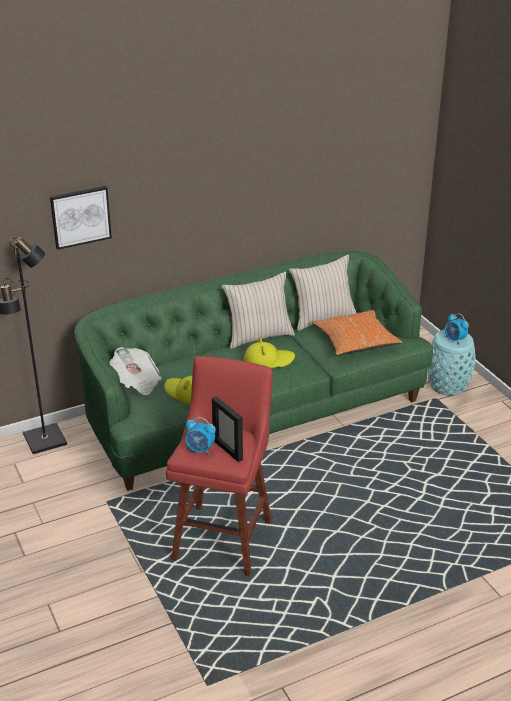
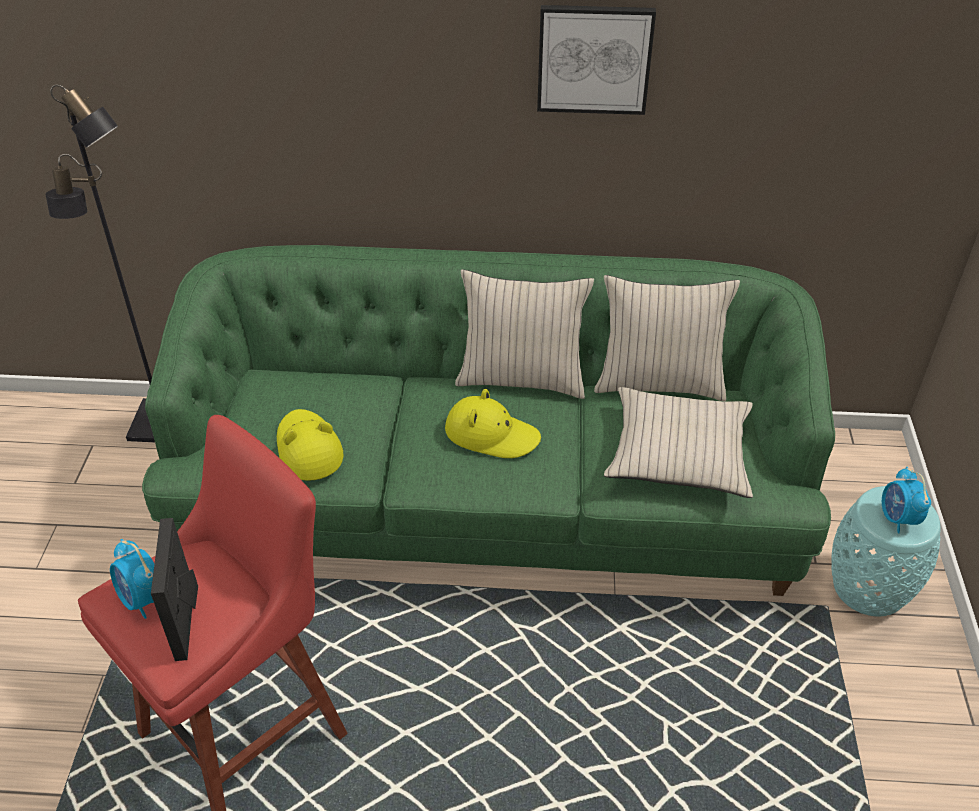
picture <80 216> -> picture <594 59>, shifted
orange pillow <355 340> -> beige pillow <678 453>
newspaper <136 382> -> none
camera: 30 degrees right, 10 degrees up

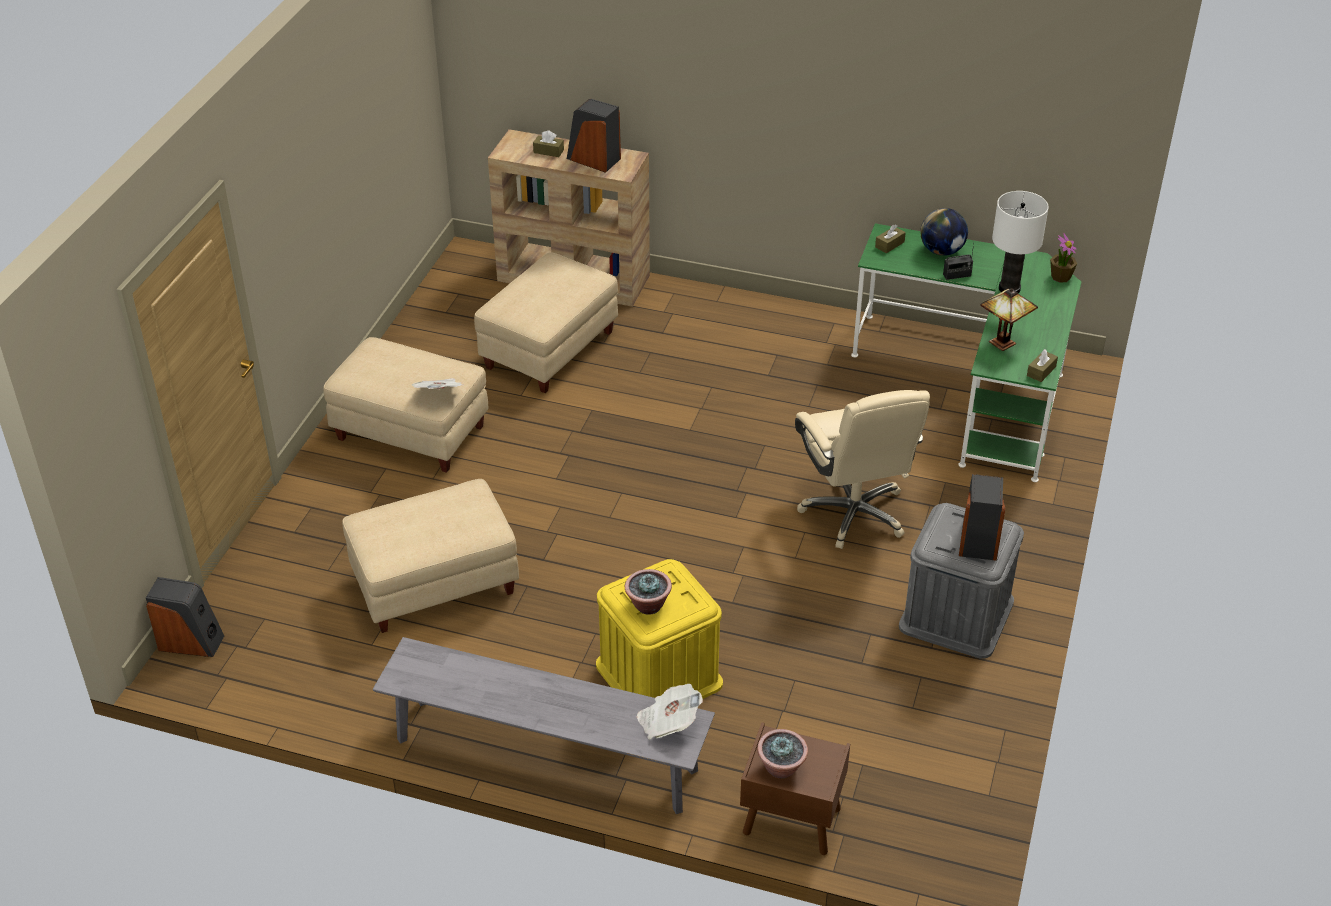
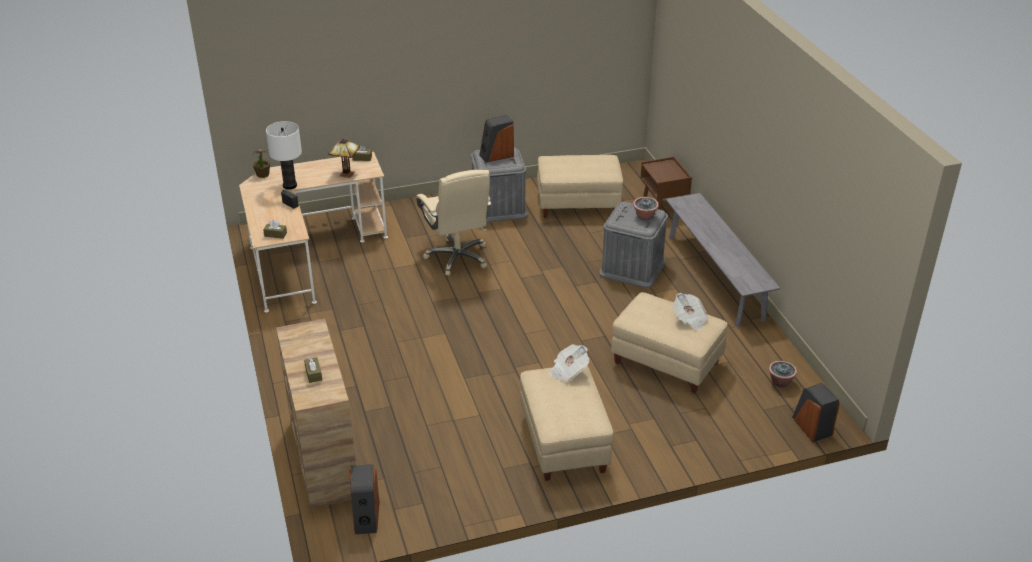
green desk <975 384> -> beige desk <307 254>
speaker <593 159> -> speaker <366 517>, shifted
beige office chair <853 511> -> beige office chair <457 256>, 120 degrees clockwise
beige ottoman <550 350> -> beige ottoman <578 204>, shifted
yellow storage box <659 674> -> grey storage box <632 268>
newspaper <668 722> -> newspaper <689 319>, shifted
potted plant <781 768> -> potted plant <780 382>, shifted
globe <942 251> -> none
camera: 125 degrees left, 5 degrees down

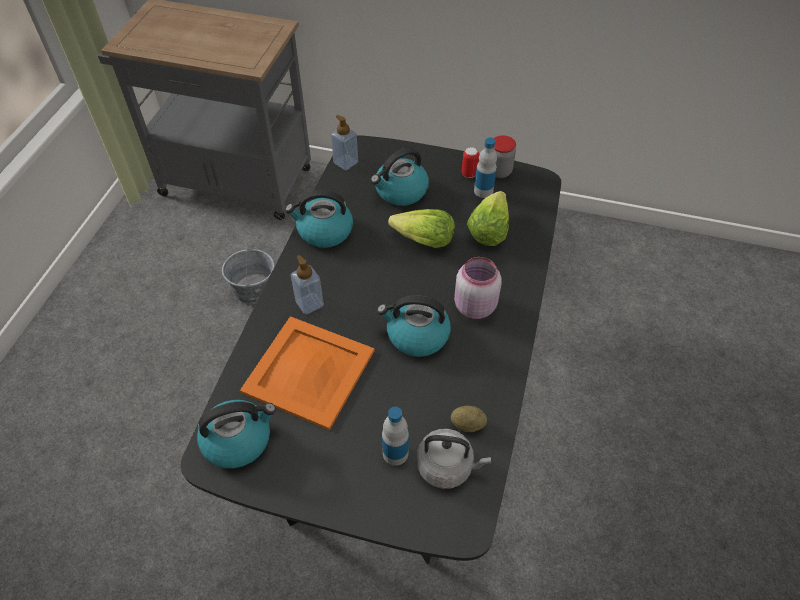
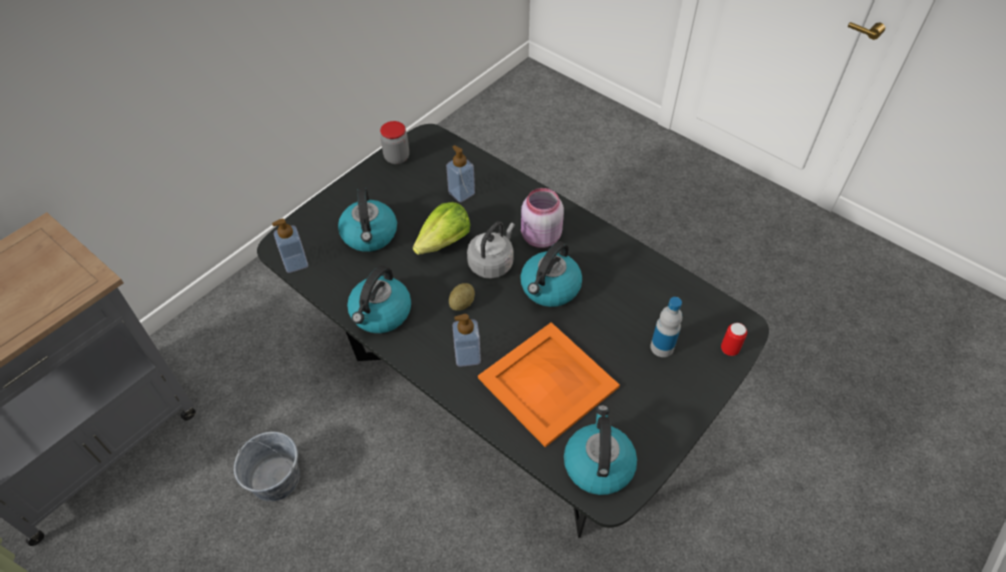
lettuce <488 230> -> soap dispenser <461 193>
potato <467 424> -> potato <462 303>, shifted
grey kettle <447 467> -> grey kettle <492 263>, shifted
can <469 174> -> can <729 349>, shifted
bottle <483 191> -> none
camera: 65 degrees left, 0 degrees up

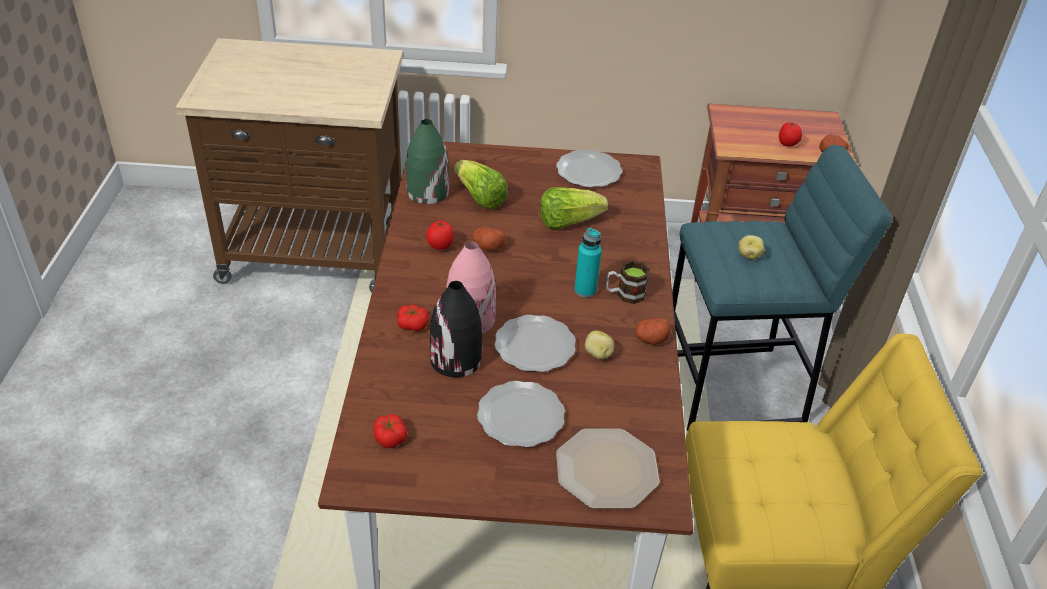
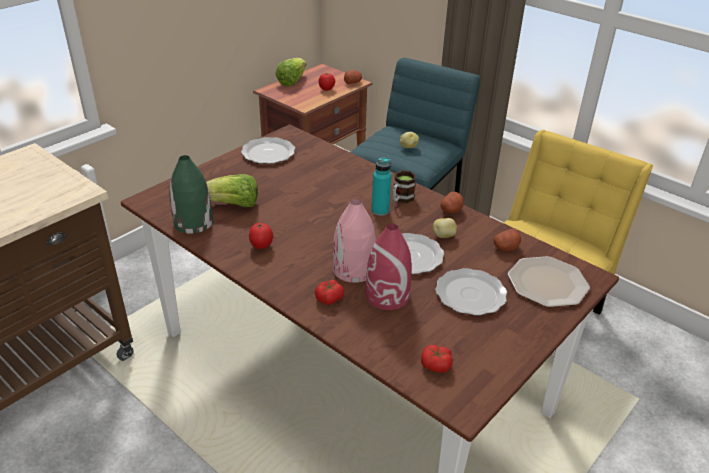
lettuce <568 221> -> lettuce <292 81>, shifted
black vase <456 360> -> red vase <388 296>
potato <488 246> -> potato <506 248>, shifted
camera: 50 degrees left, 5 degrees down

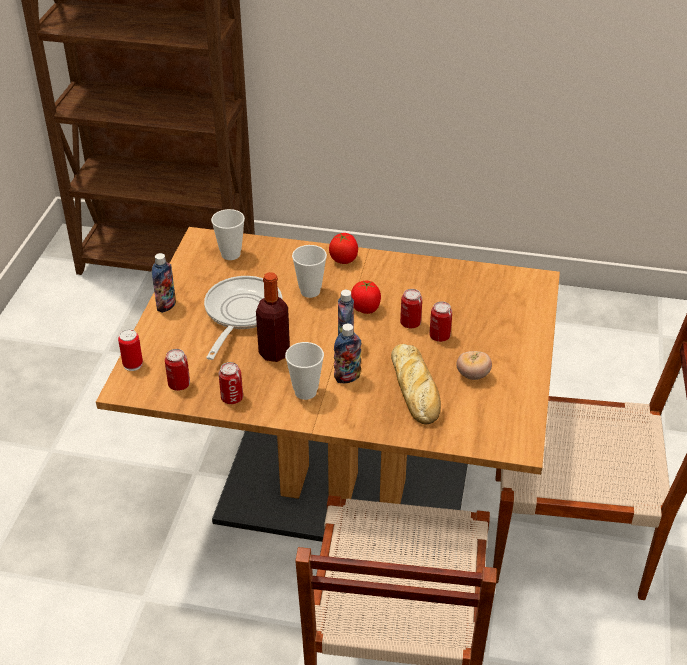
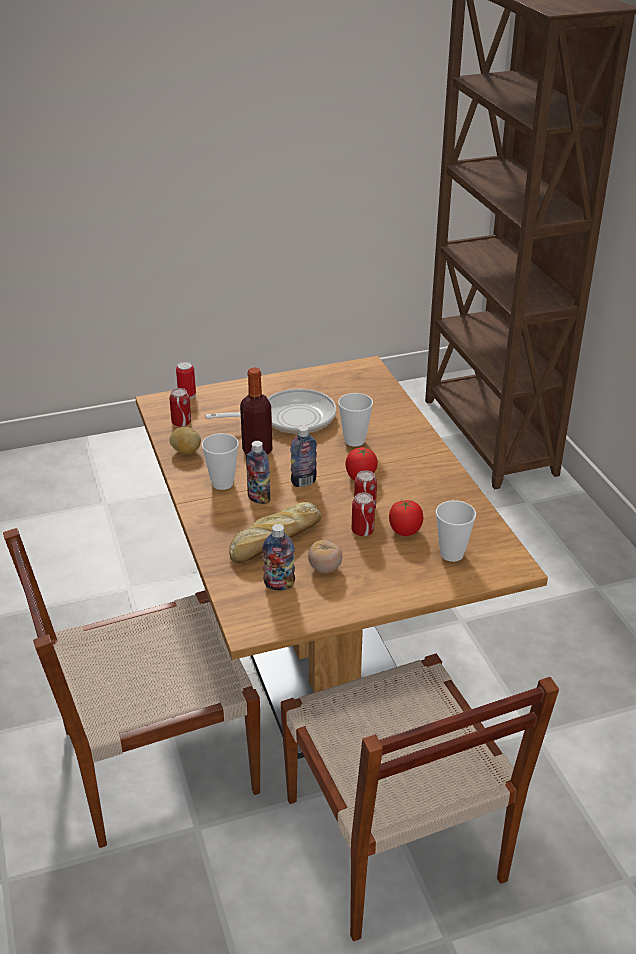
can <232 398> -> potato <185 451>
bottle <166 305> -> bottle <279 585>, shifted
tomato <343 259> -> tomato <405 531>, shifted
cup <230 254> -> cup <452 554>, shifted
camera: 60 degrees right, 5 degrees down

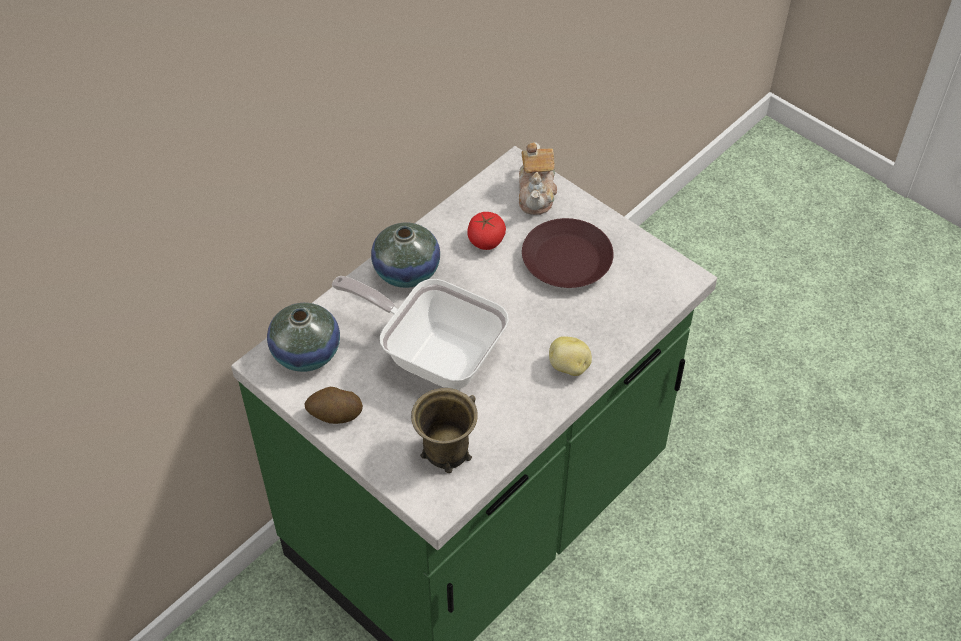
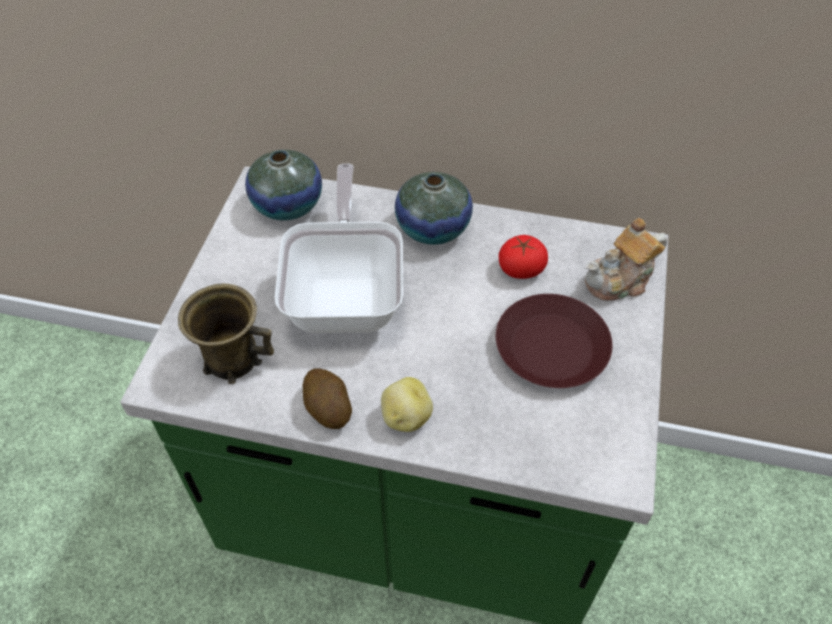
potato <335 415> -> potato <327 408>, shifted
camera: 60 degrees right, 0 degrees up

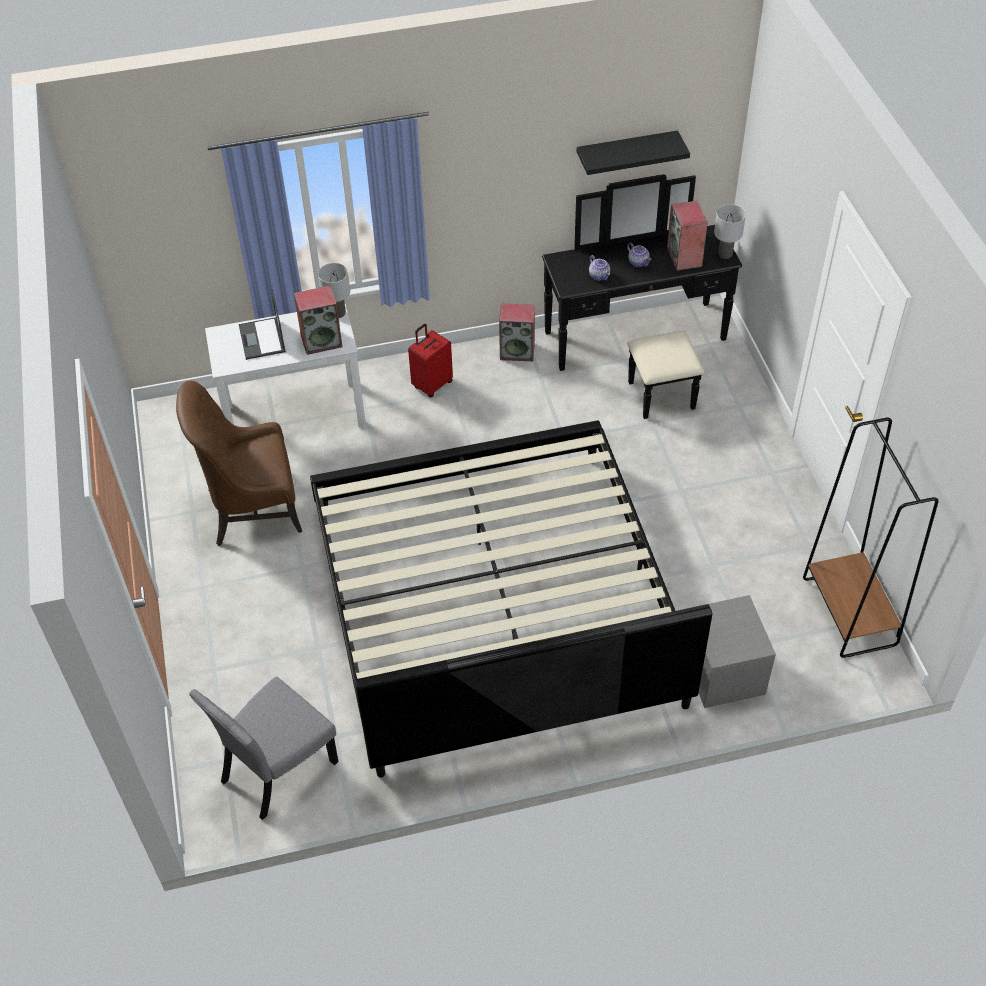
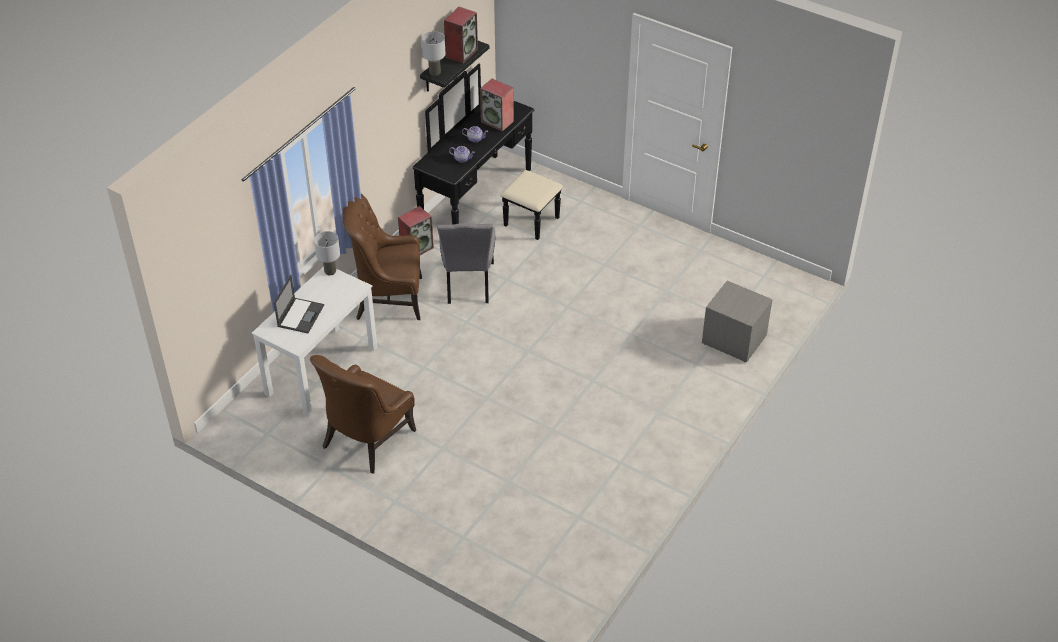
laptop <262 339> -> laptop <300 315>, 105 degrees counterclockwise
red suitcase <432 384> -> brown chair <388 298>
white table lamp <726 255> -> white table lamp <435 73>, shifted
grey chair <279 767> -> grey chair <468 281>, shifted
speaker <322 341> -> speaker <461 53>, shifted
bed <495 605> -> none
clothes rack <849 613> -> none
camera: 45 degrees left, 5 degrees down

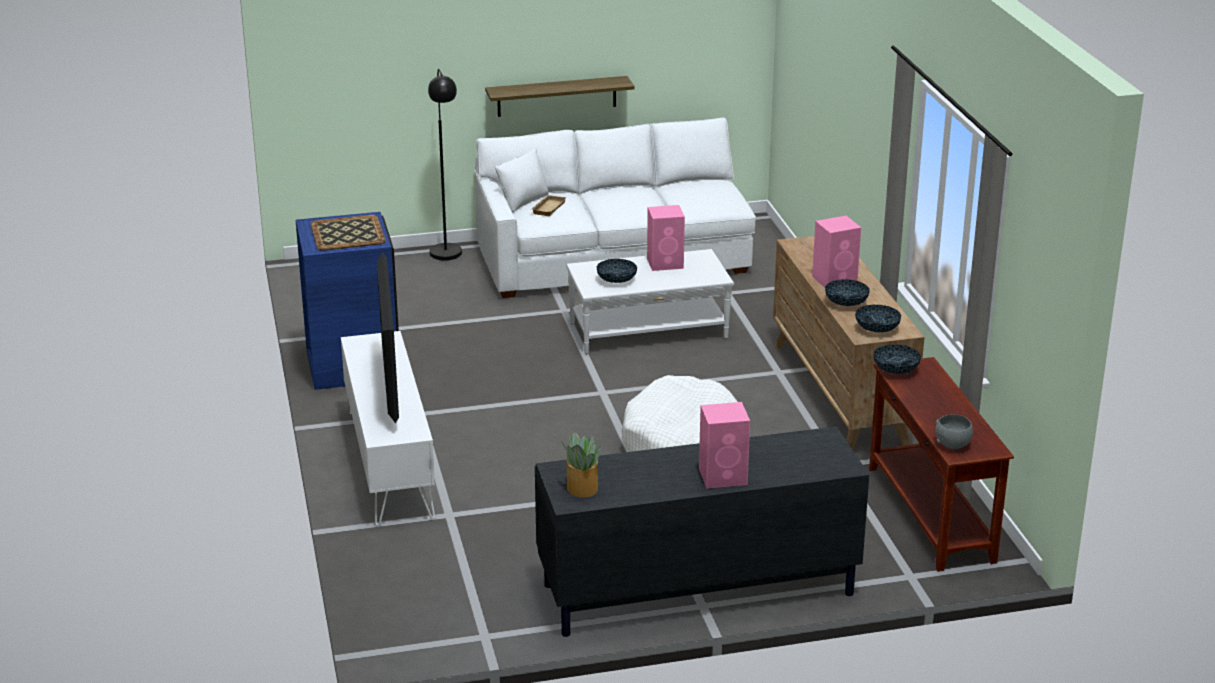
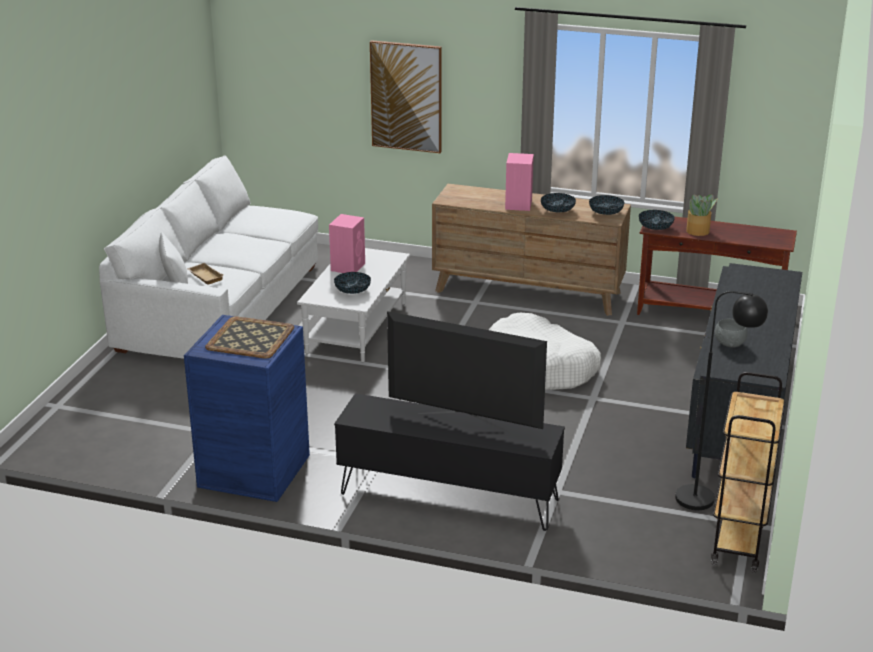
white tv stand <390 463> -> black tv stand <448 497>
none -> picture <406 96>
black floor lamp <447 258> -> black floor lamp <707 501>, shifted
potted plant <582 488> -> potted plant <698 231>, shifted
none -> brown cart <739 546>
grey bowl <953 445> -> grey bowl <730 344>, shifted
shelf <557 96> -> none
pink speaker <724 476> -> none
camera: 60 degrees left, 0 degrees up

